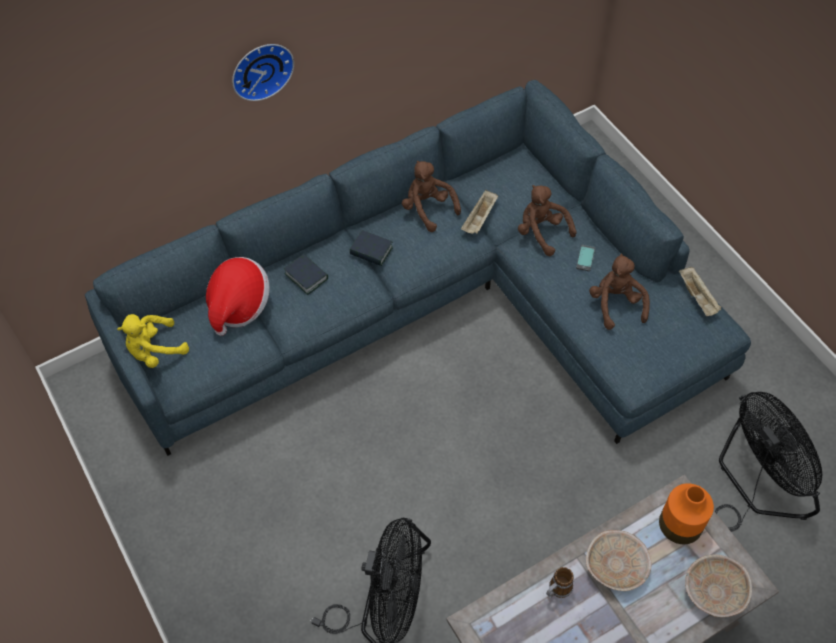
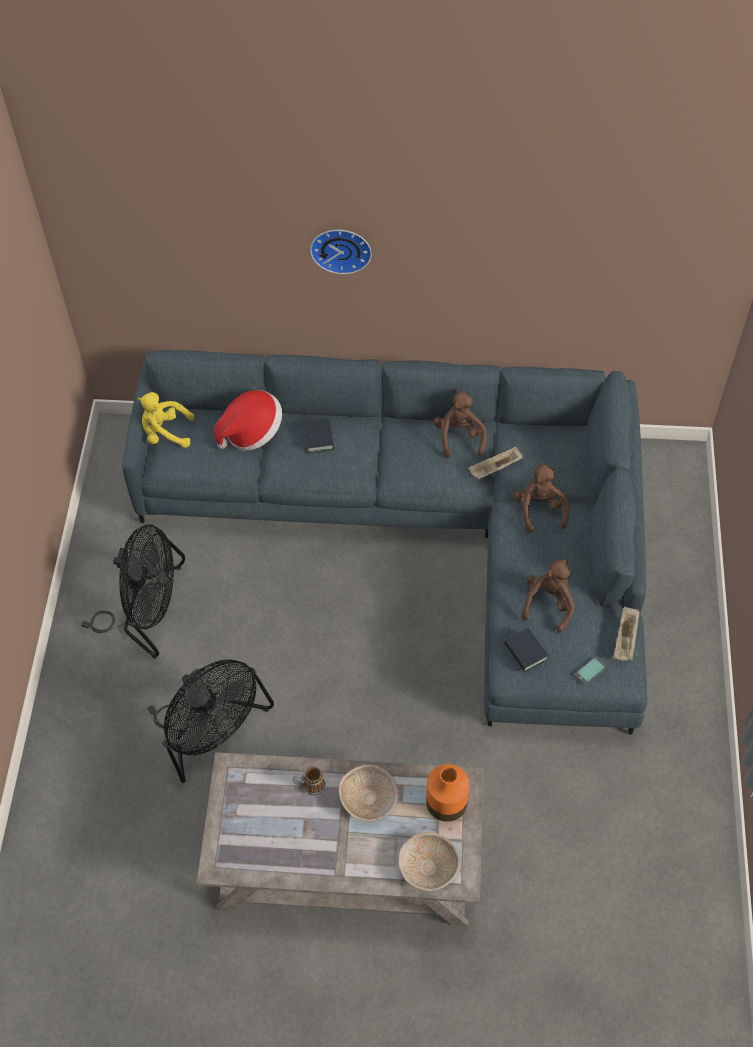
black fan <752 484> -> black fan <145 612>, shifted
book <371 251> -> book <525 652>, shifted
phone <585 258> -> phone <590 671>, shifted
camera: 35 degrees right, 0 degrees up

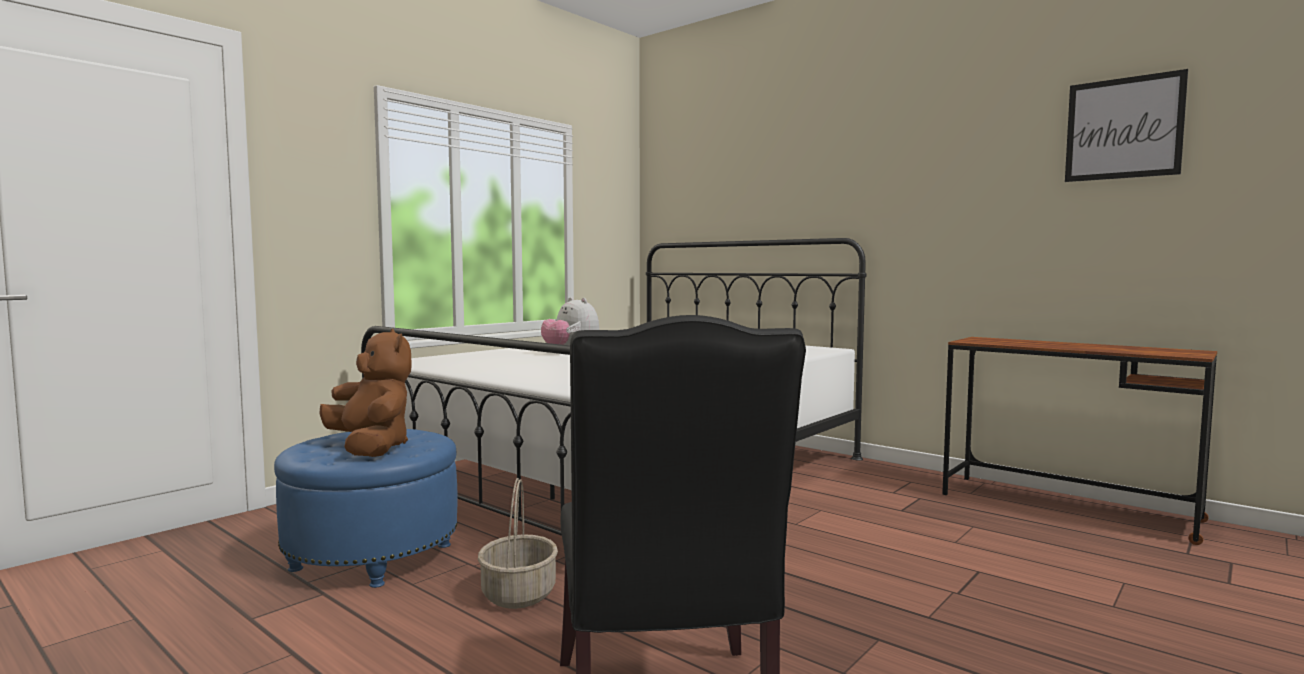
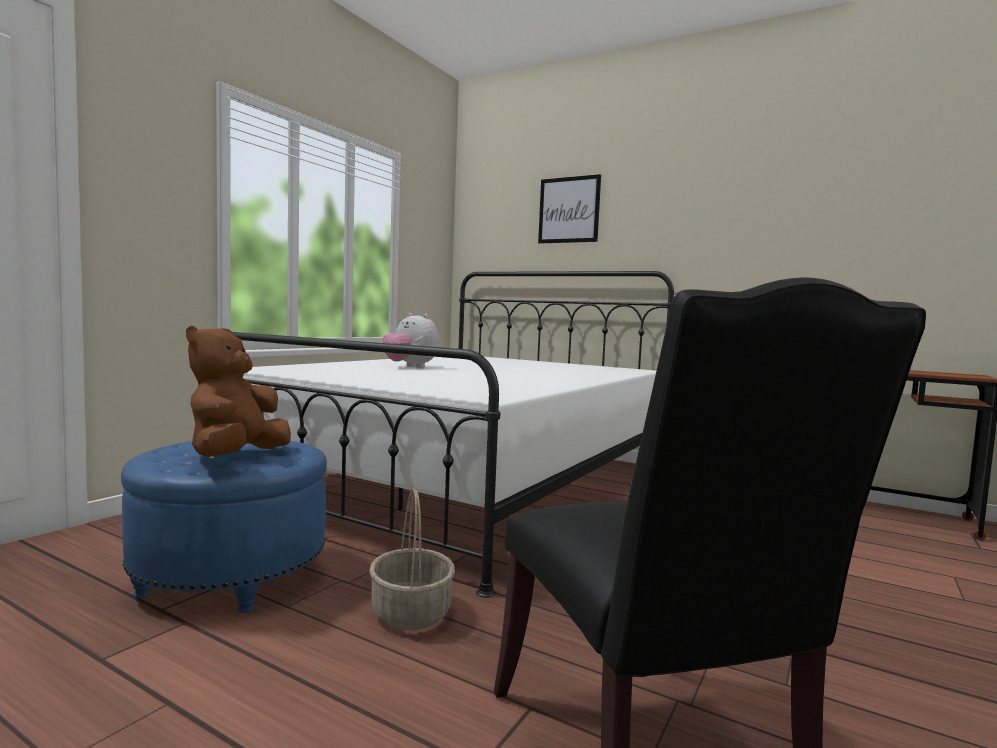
brown plush toy <371 448> -> brown plush toy <236 457>, 120 degrees counterclockwise
picture <1123 128> -> picture <569 210>, shifted
camera: 10 degrees left, 0 degrees up

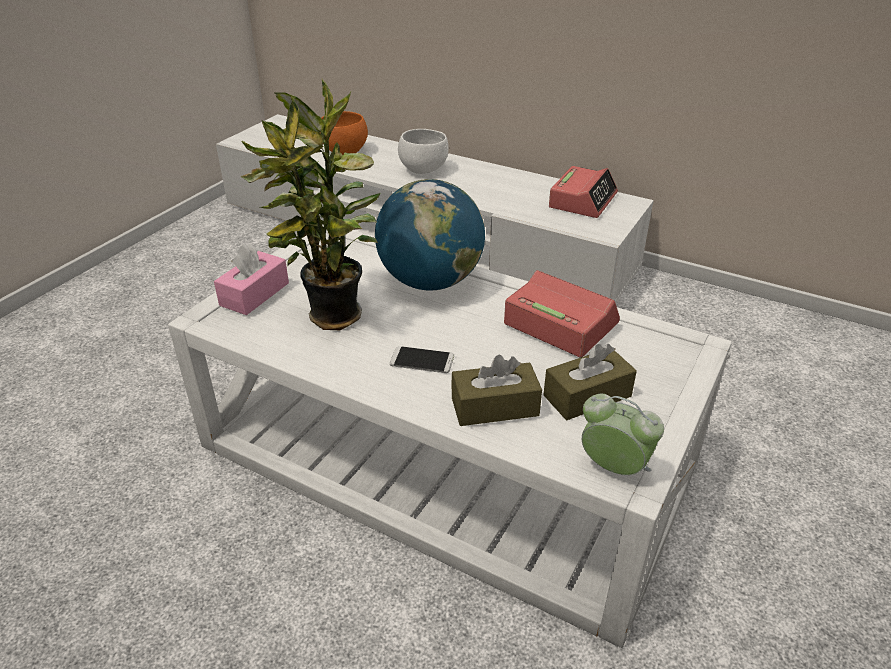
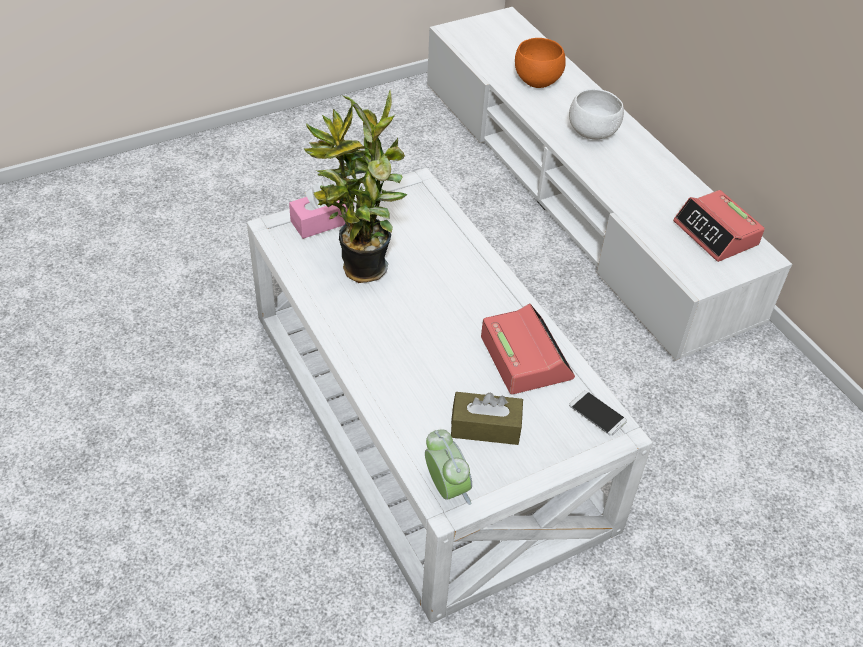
phone <422 360> -> phone <597 413>, shifted
alarm clock <583 200> -> alarm clock <716 234>, 90 degrees clockwise
globe <430 282> -> none
brown tissue box <494 407> -> none
camera: 30 degrees right, 10 degrees up

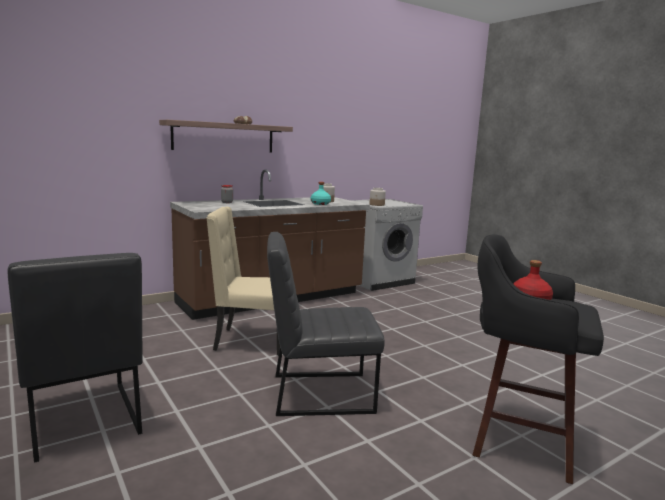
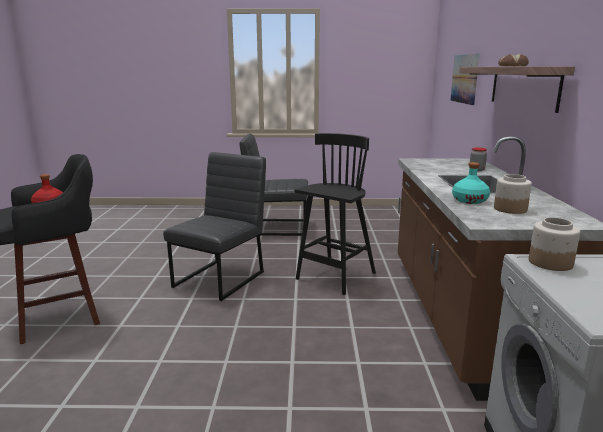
beige chair <250 341> -> black stool <334 277>
none -> picture <464 78>
camera: 125 degrees right, 5 degrees up

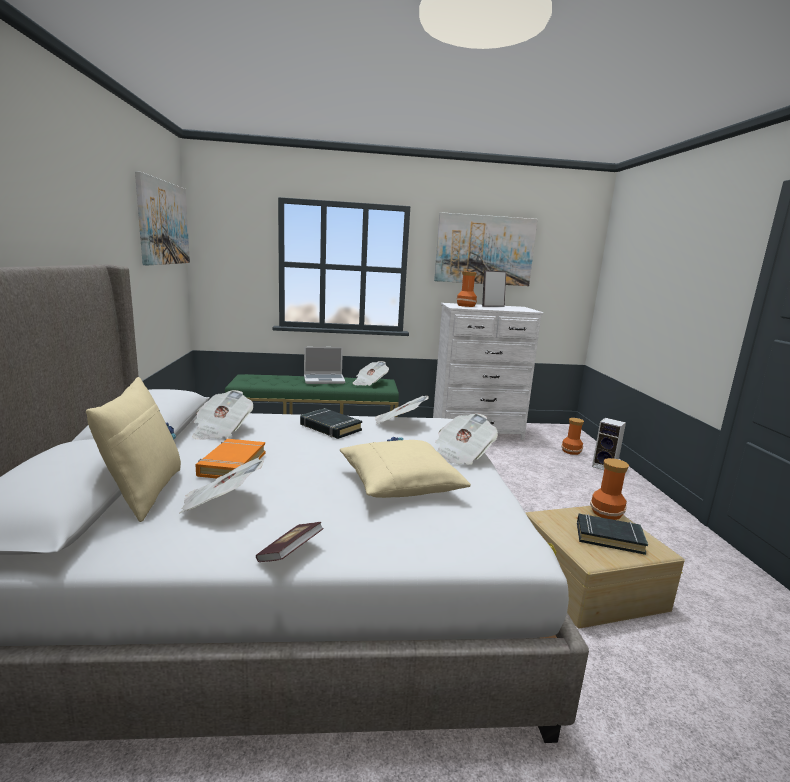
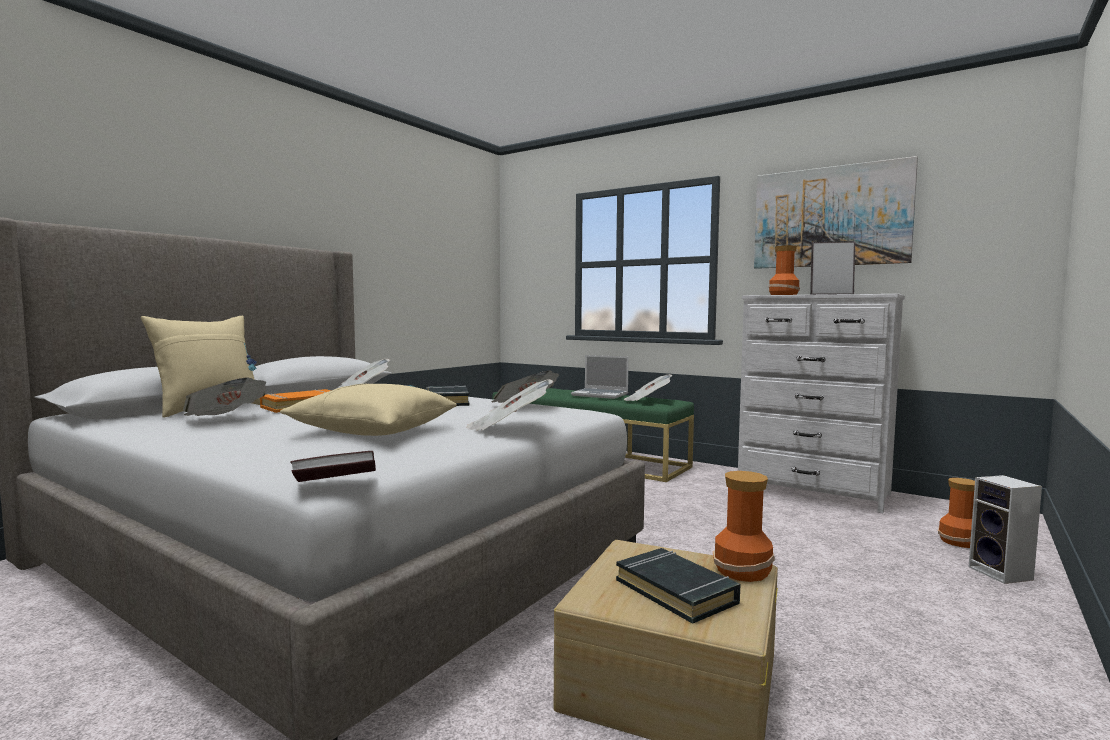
book <290 553> -> book <335 483>, shifted
picture <163 223> -> none
camera: 40 degrees right, 10 degrees down

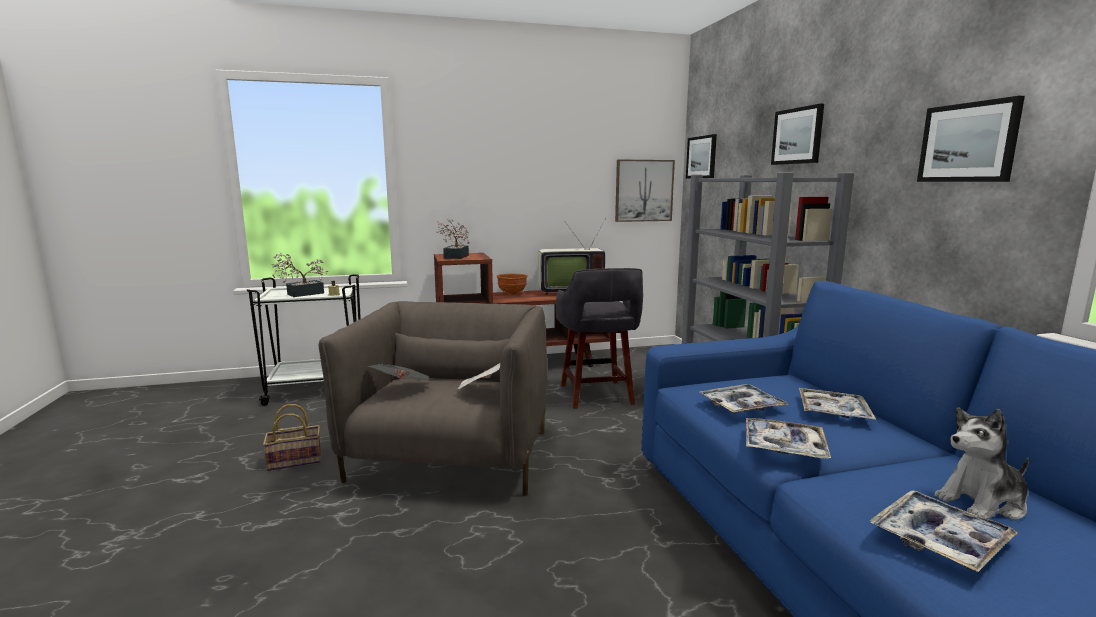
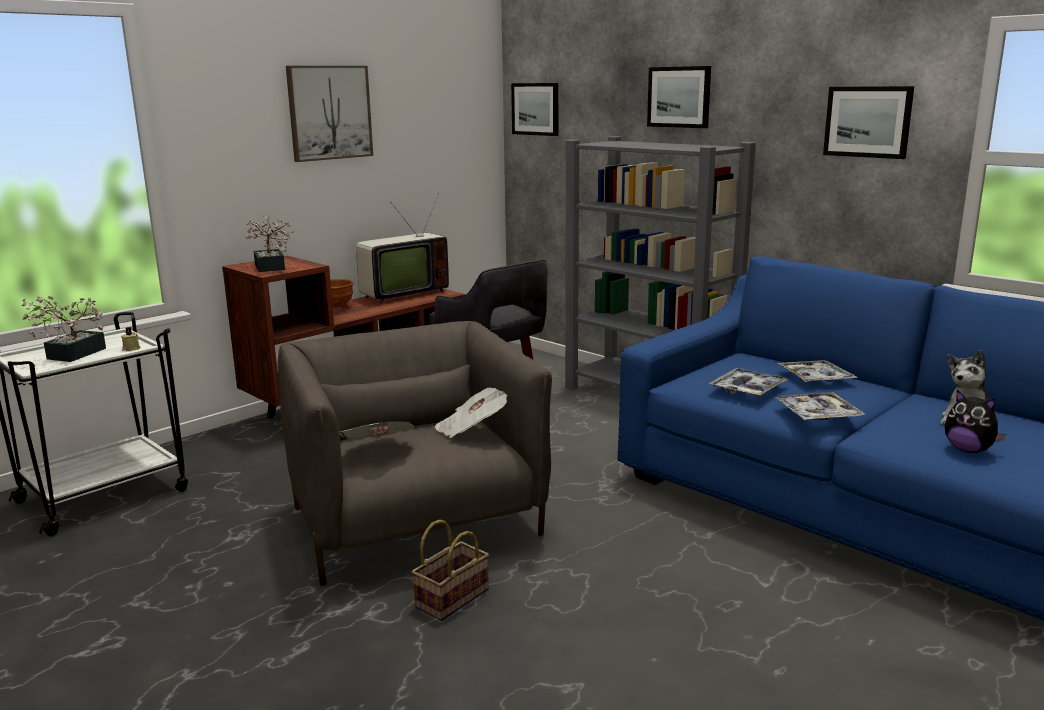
picture <644 190> -> picture <329 112>, shifted
basket <296 460> -> basket <452 597>, shifted
tray <939 539> -> plush toy <968 450>
camera: 30 degrees left, 5 degrees up

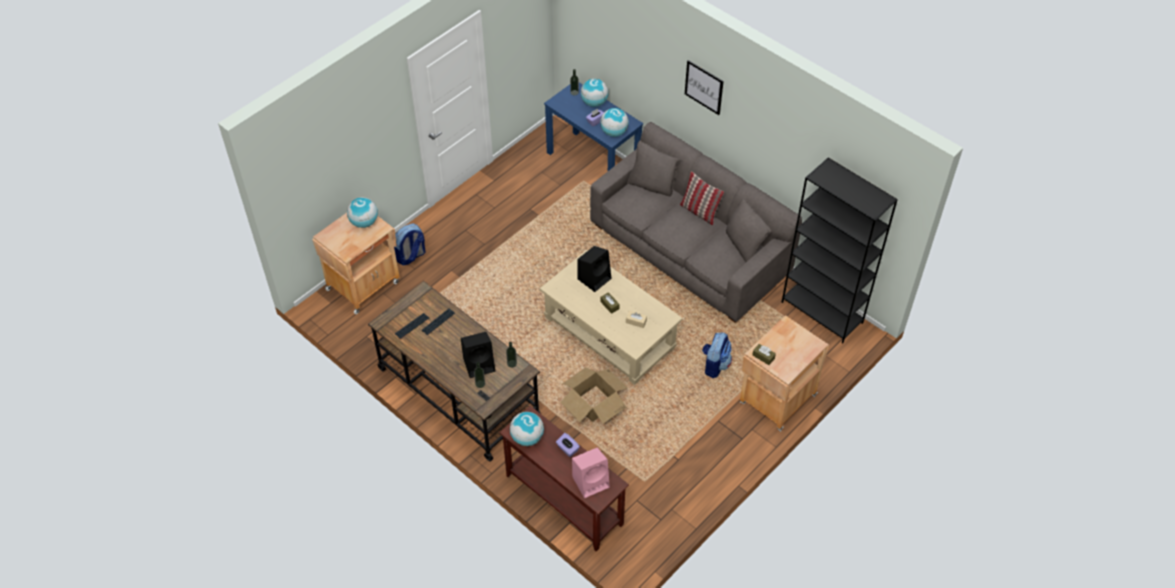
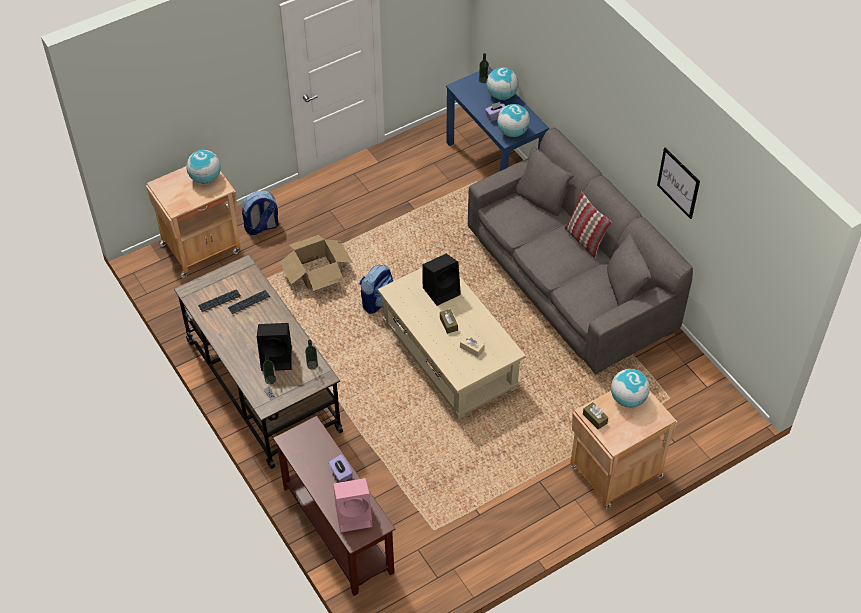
cardboard box <594 403> -> cardboard box <317 272>, shifted
backpack <714 365> -> backpack <377 301>, shifted
globe <527 438> -> globe <627 399>, shifted
picture <704 87> -> picture <678 183>, shifted
black bookcase <822 312> -> none
camera: 15 degrees right, 0 degrees up

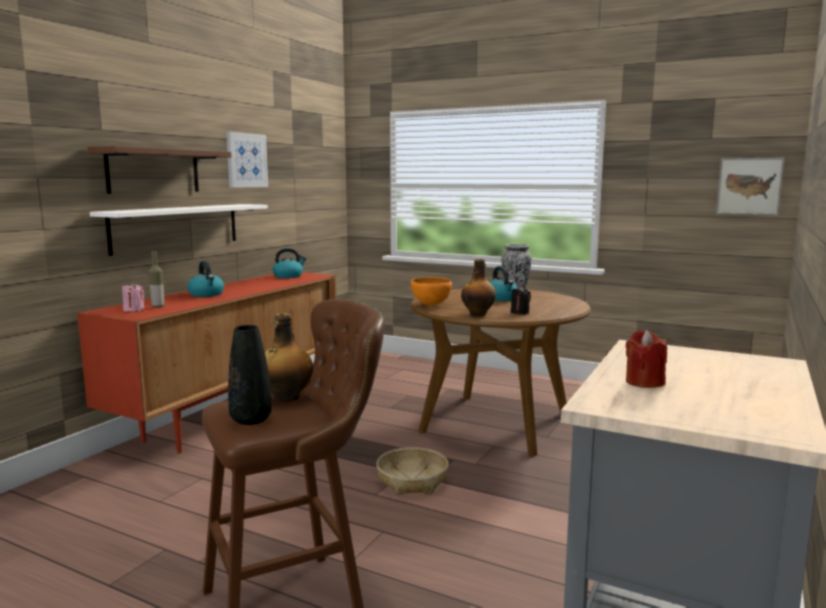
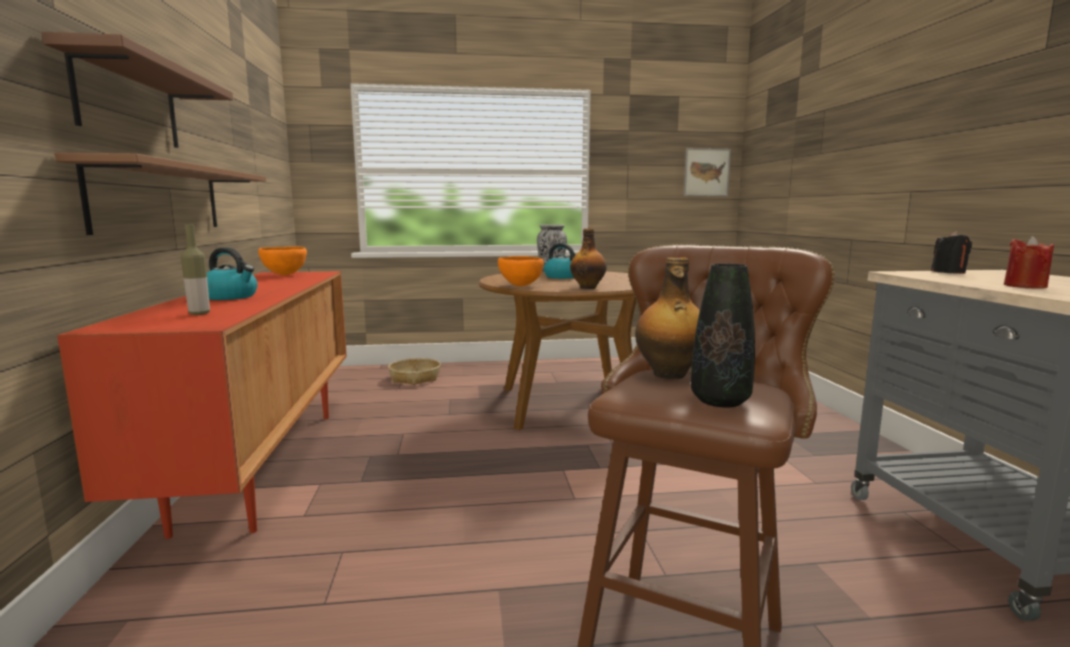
white shelf <177 227> -> brown shelf <160 198>
kettle <288 276> -> orange bowl <284 275>
basket <412 480> -> basket <415 378>, shifted
black candle <520 312> -> black candle <948 272>, shifted
pink candle <134 310> -> none
picture <246 160> -> none
camera: 35 degrees left, 0 degrees up

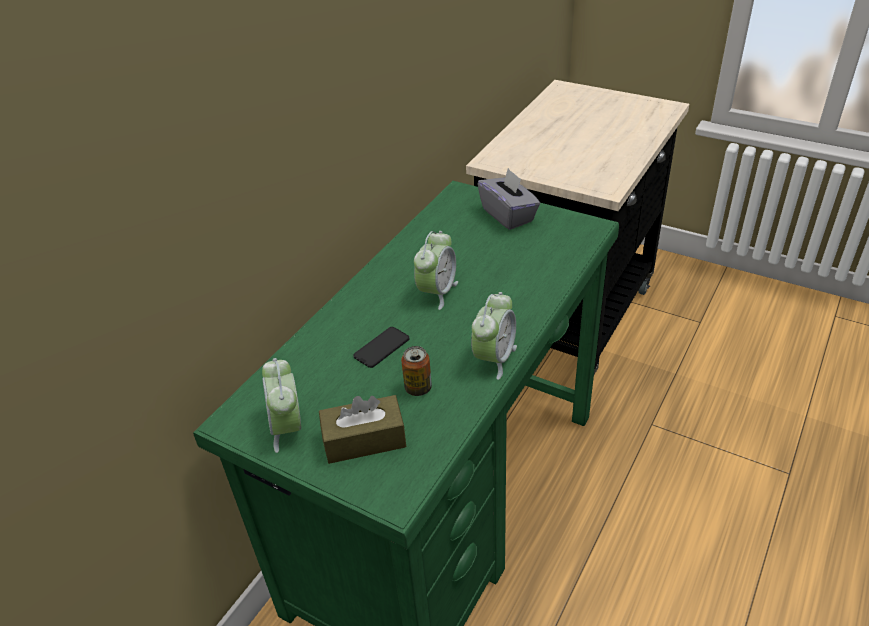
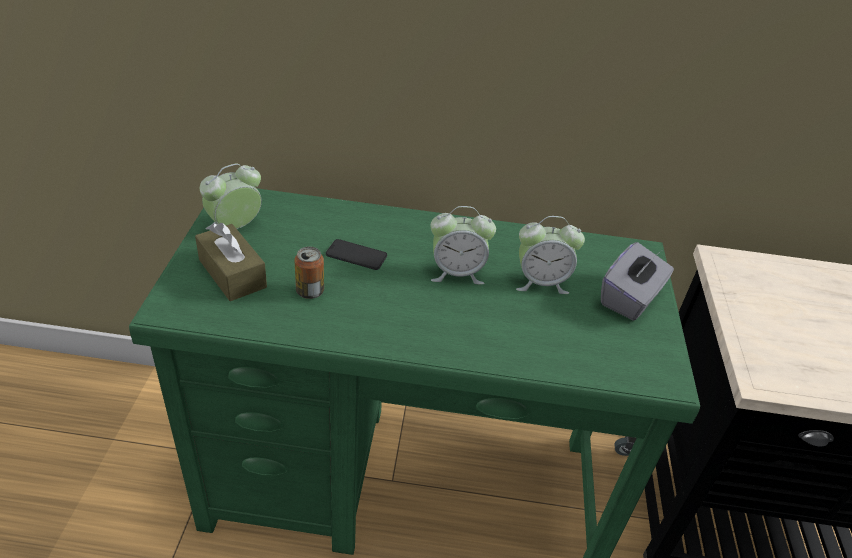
alarm clock <494 358> -> alarm clock <541 282>, shifted
camera: 60 degrees right, 0 degrees up

